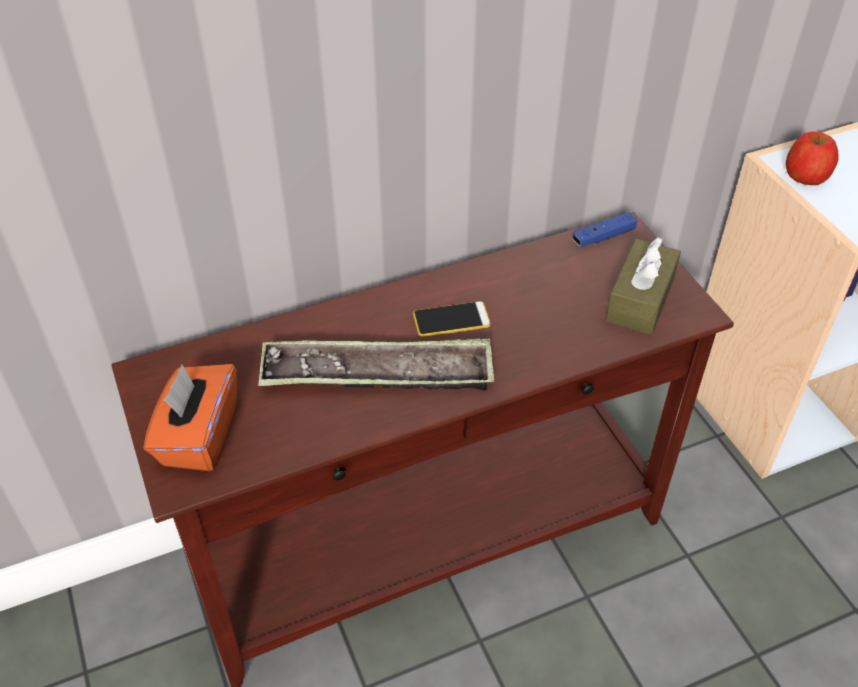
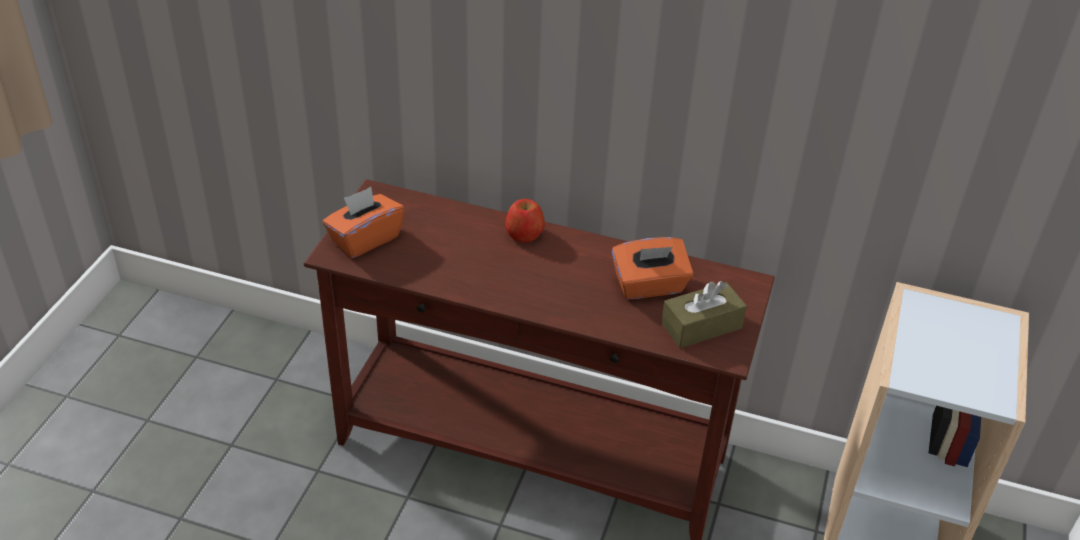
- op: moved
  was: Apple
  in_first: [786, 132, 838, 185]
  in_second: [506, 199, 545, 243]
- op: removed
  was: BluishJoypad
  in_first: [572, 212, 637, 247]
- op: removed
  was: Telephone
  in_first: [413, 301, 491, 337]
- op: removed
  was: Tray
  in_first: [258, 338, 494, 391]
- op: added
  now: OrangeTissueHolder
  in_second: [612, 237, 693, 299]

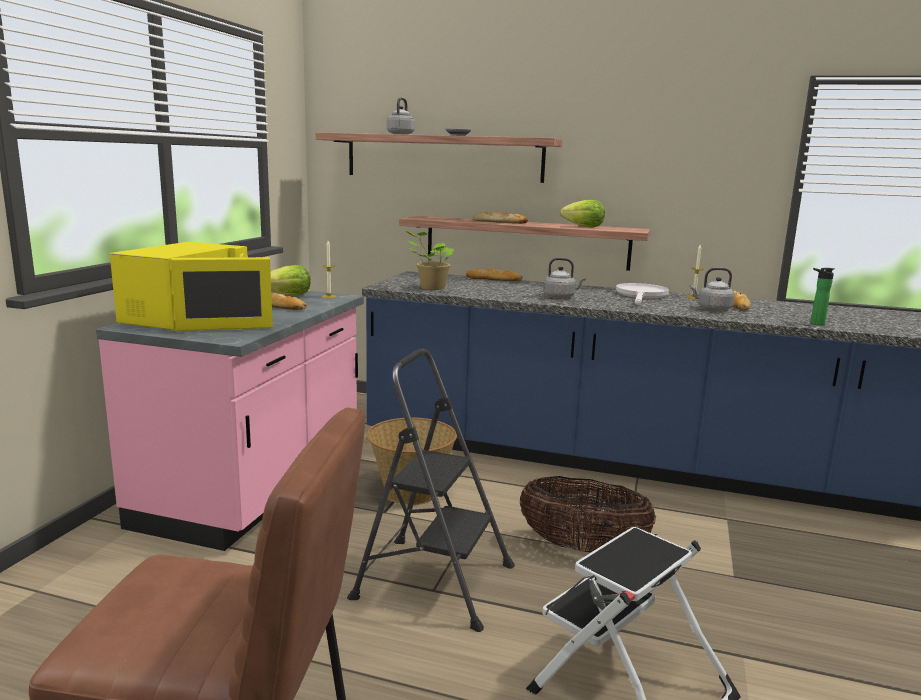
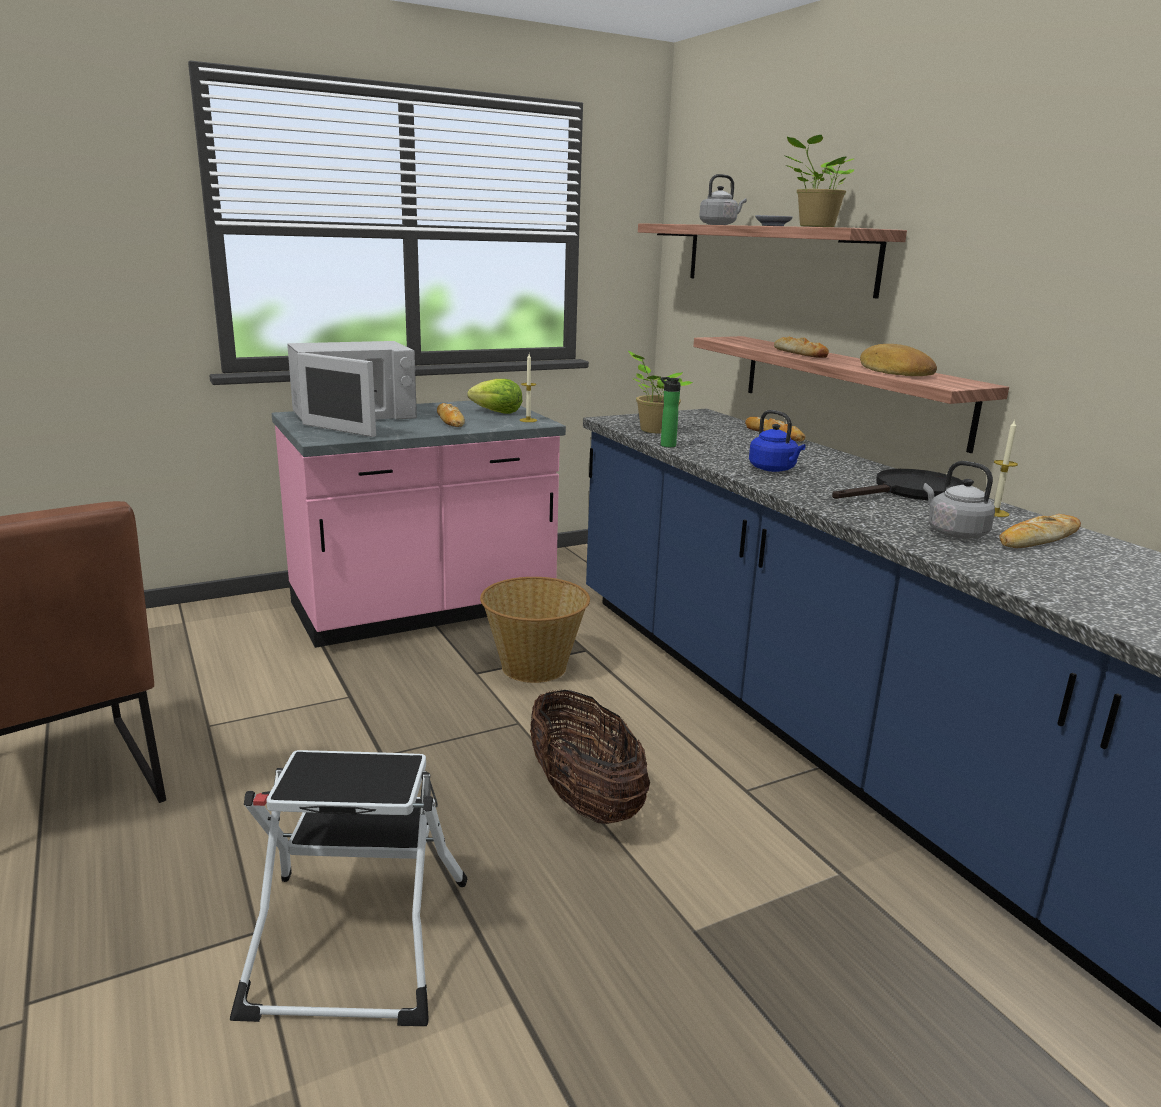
- op: replaced
  was: HeadOfLettuce
  now: BakedBread
  in_first: [560, 200, 605, 227]
  in_second: [860, 344, 937, 376]
- op: recoloured
  was: YellowMicrowaveOven
  now: WhiteMicrowaveOven
  in_first: [110, 242, 273, 331]
  in_second: [287, 341, 417, 437]
- op: recoloured
  was: GreyishKettle
  now: BluishKettle
  in_first: [543, 258, 586, 299]
  in_second: [749, 410, 805, 472]
- op: moved
  was: Bottle
  in_first: [810, 268, 835, 326]
  in_second: [660, 377, 681, 447]
- op: recoloured
  was: WhiteSkillet
  now: BlackishSkillet
  in_first: [616, 283, 669, 304]
  in_second: [832, 469, 964, 500]
- op: removed
  was: BlackishStepladder
  in_first: [347, 349, 515, 632]
- op: added
  now: PlantInAPot
  in_second: [783, 135, 855, 227]

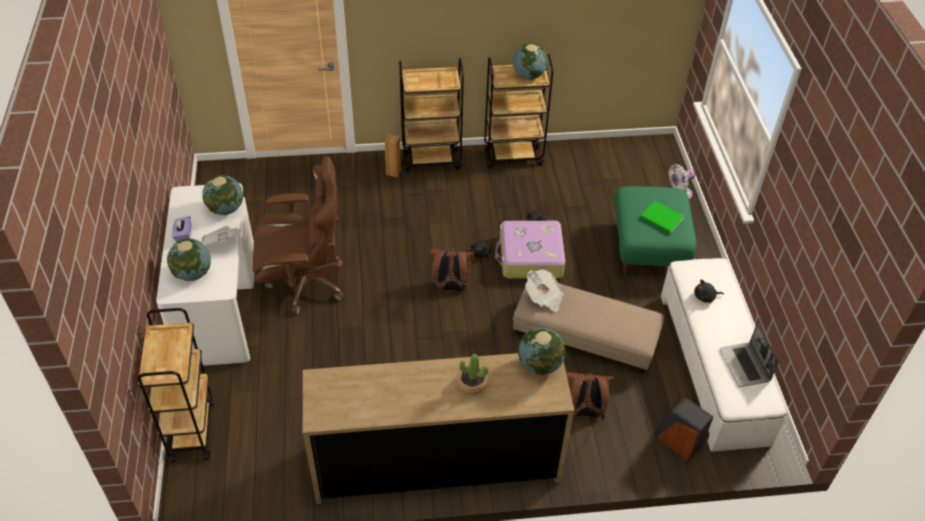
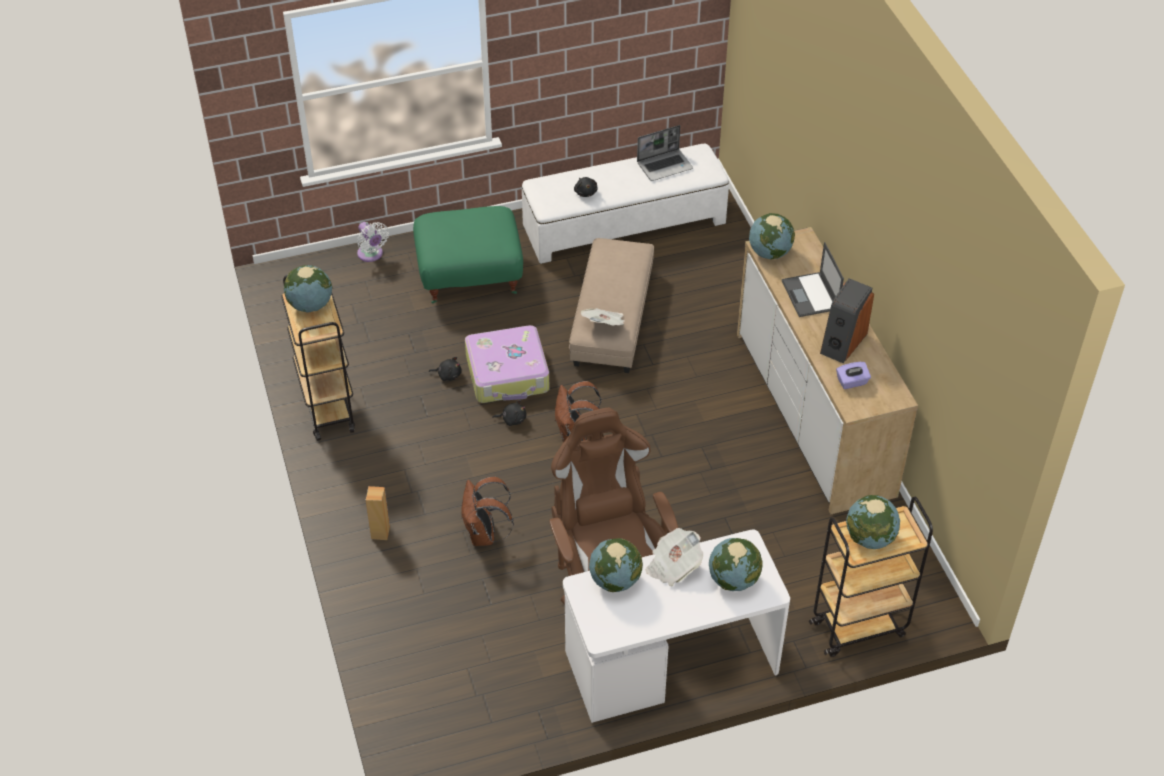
- op: removed
  was: BrownishTrolley
  in_first: [399, 58, 464, 173]
- op: removed
  was: GreenColouredBook
  in_first: [640, 201, 685, 233]
- op: moved
  was: PurpleColouredTissueHolder
  in_first: [172, 216, 191, 242]
  in_second: [836, 362, 871, 389]
- op: replaced
  was: PlantInAPot
  now: PortableComputer
  in_first: [457, 354, 488, 395]
  in_second: [782, 242, 844, 317]
- op: moved
  was: BrownishBackpack
  in_first: [566, 373, 614, 420]
  in_second: [461, 476, 514, 546]
- op: moved
  was: AudioSpeaker
  in_first: [653, 398, 713, 463]
  in_second: [820, 278, 874, 363]
- op: added
  now: DeskGlobe
  in_second: [846, 495, 900, 549]

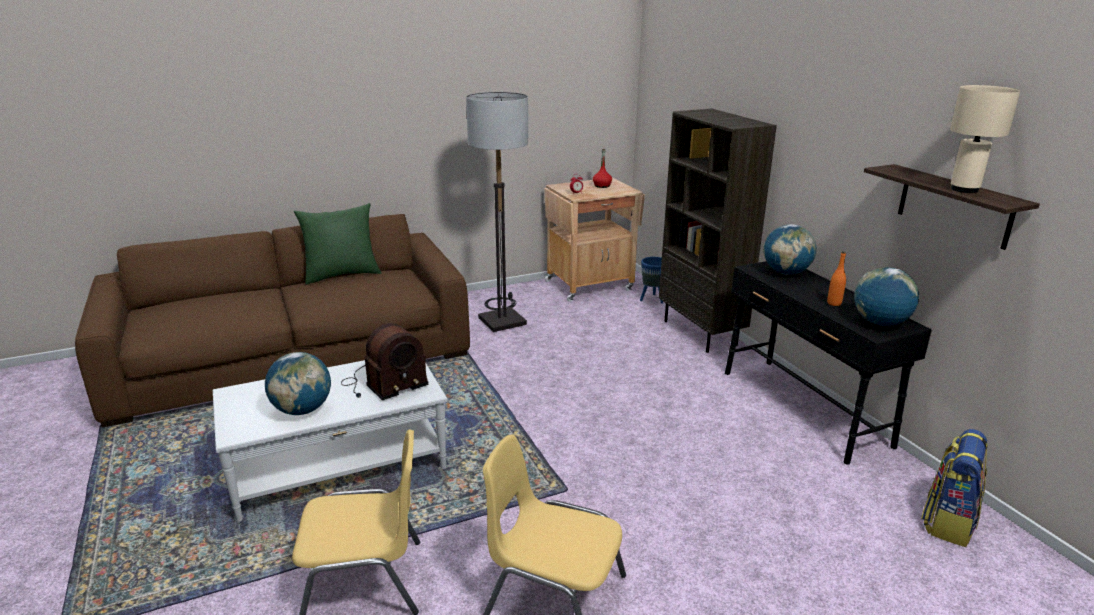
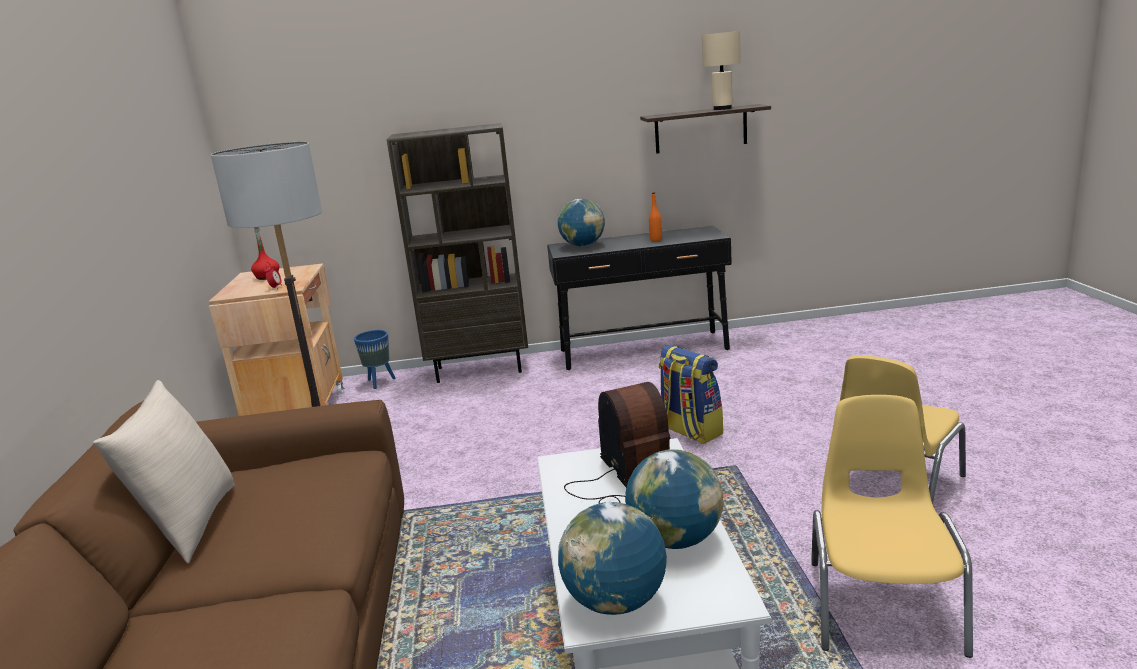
- op: recoloured
  was: GreenColouredThrowPillow
  now: SandColouredThrowPillow
  in_first: [294, 203, 382, 285]
  in_second: [93, 380, 235, 563]
- op: moved
  was: DeskGlobe
  in_first: [854, 267, 919, 326]
  in_second: [558, 502, 667, 615]
- op: moved
  was: Backpack
  in_first: [921, 429, 987, 547]
  in_second: [658, 345, 723, 444]

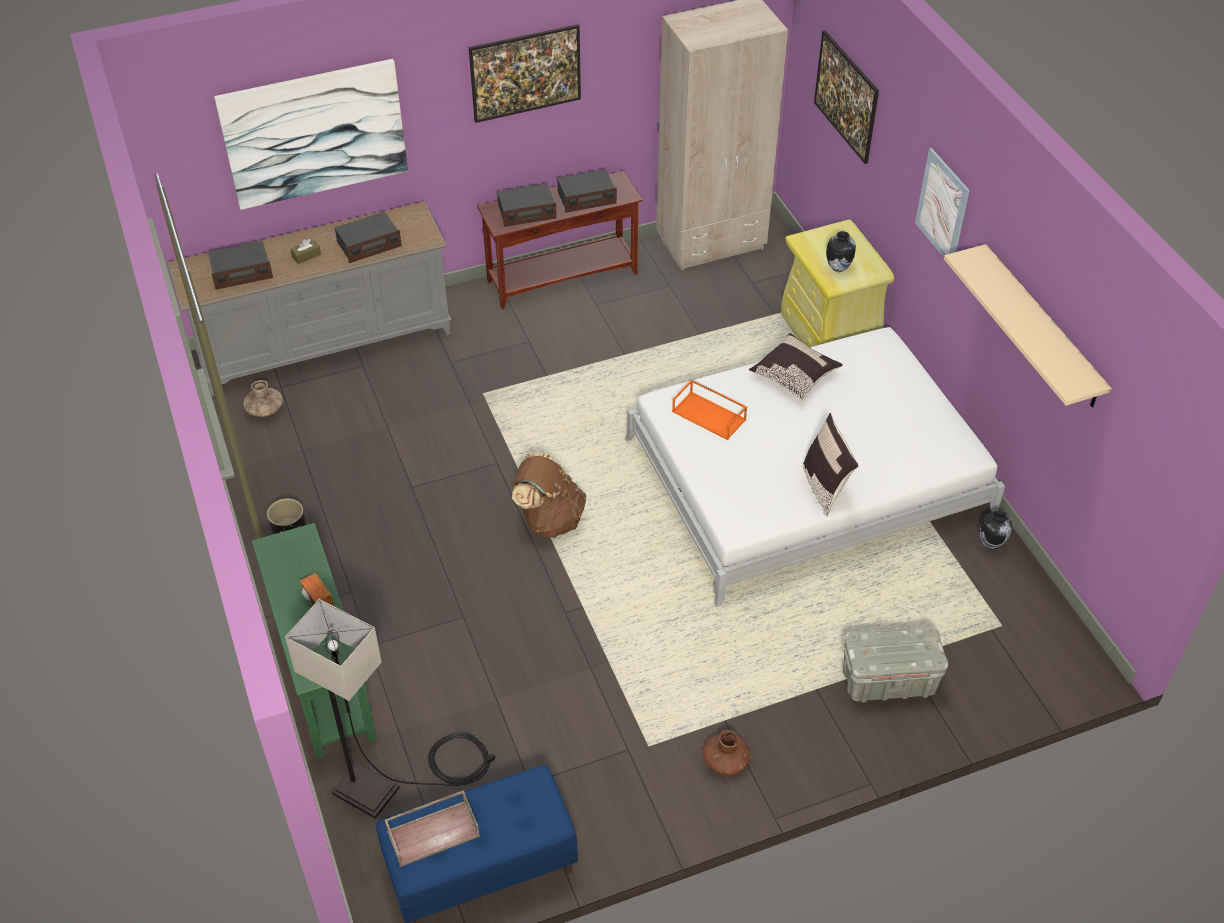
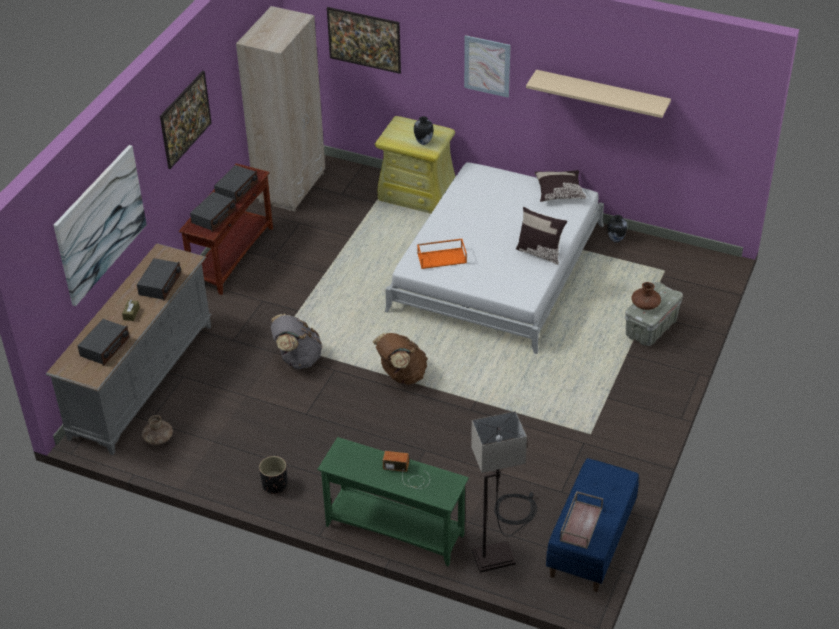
- op: moved
  was: ThrowPillow
  in_first: [749, 333, 843, 401]
  in_second: [534, 170, 587, 202]
- op: moved
  was: BrownishVase
  in_first: [703, 730, 750, 775]
  in_second: [631, 282, 661, 310]
- op: added
  now: GreyishBackpack
  in_second: [271, 314, 322, 369]

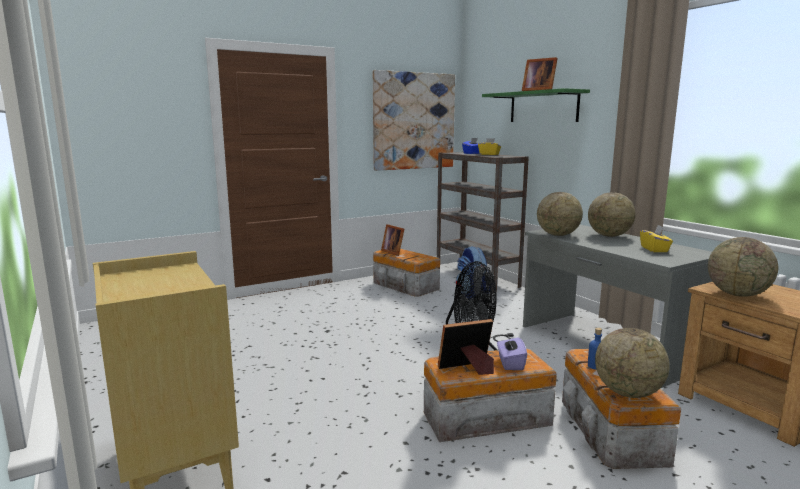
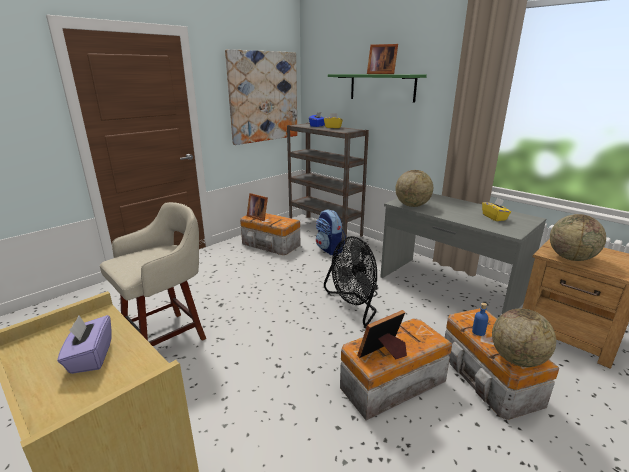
- op: removed
  was: DeskGlobe
  in_first: [588, 192, 636, 237]
- op: moved
  was: PurpleColouredTissueHolder
  in_first: [497, 333, 527, 370]
  in_second: [57, 315, 111, 374]
- op: added
  now: SandColouredStoolSeat
  in_second: [100, 202, 206, 346]

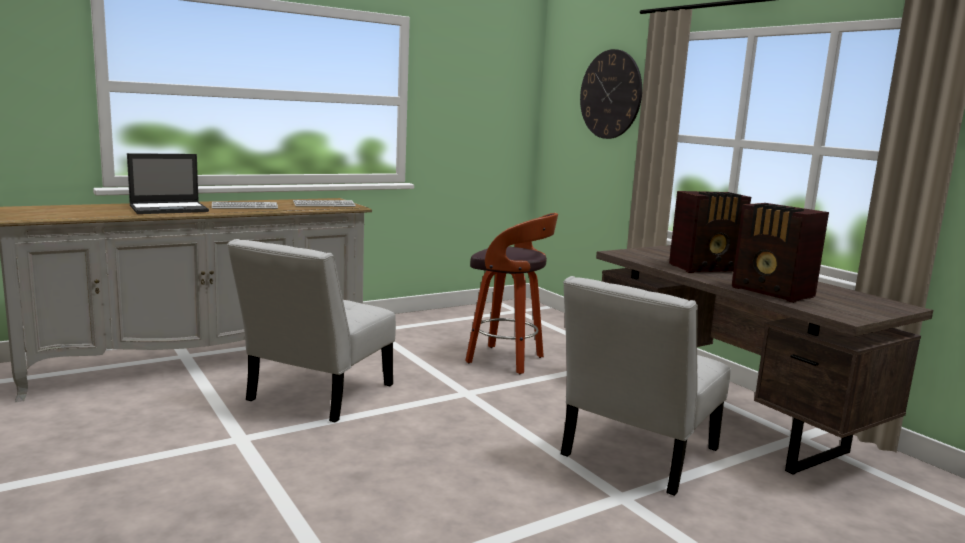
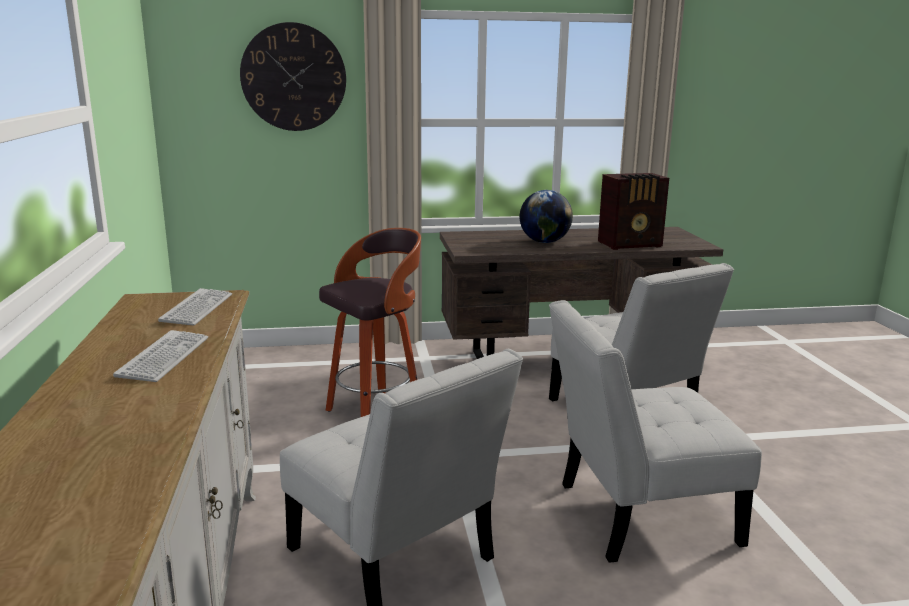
- op: removed
  was: PortableComputer
  in_first: [127, 153, 209, 214]
- op: replaced
  was: Radio
  now: DeskGlobe
  in_first: [669, 191, 751, 273]
  in_second: [520, 190, 573, 243]
- op: added
  now: WhitePlainChair
  in_second: [549, 300, 762, 563]

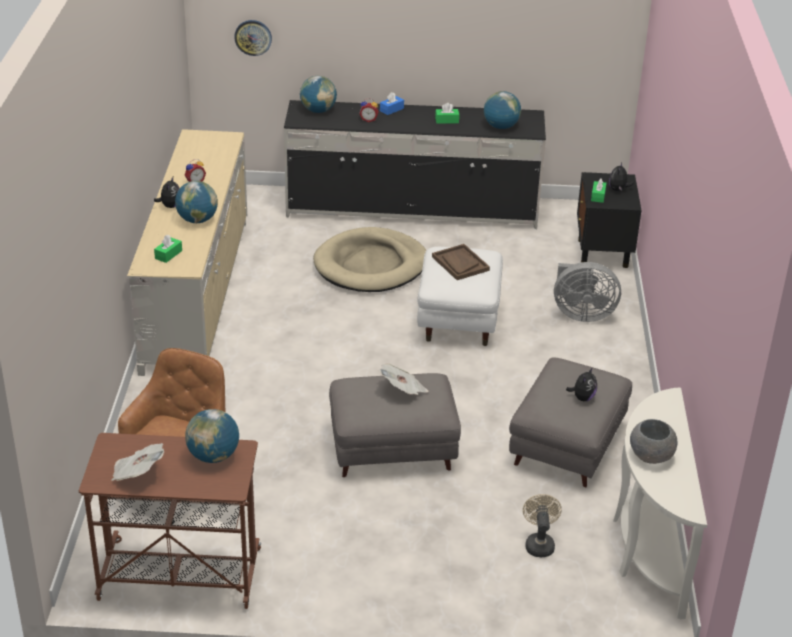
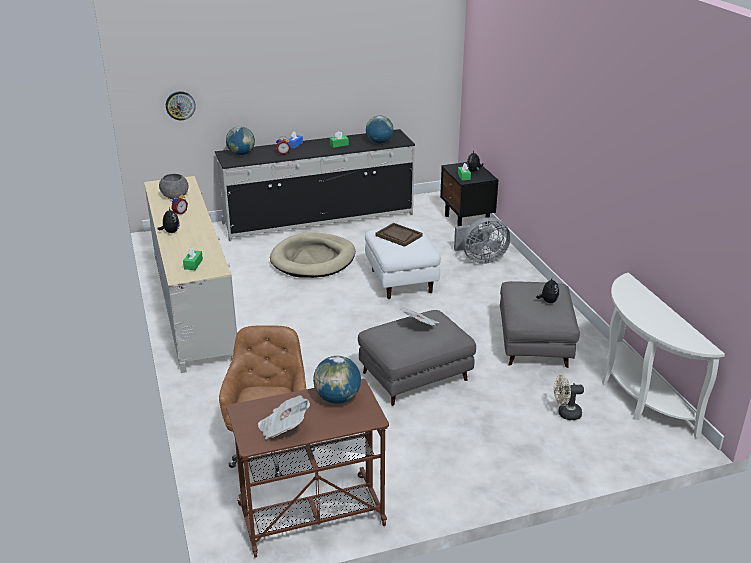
- op: removed
  was: DeskGlobe
  in_first: [175, 181, 218, 223]
- op: moved
  was: GreyishServingBowl
  in_first: [630, 419, 677, 464]
  in_second: [159, 174, 188, 199]
- op: turned
  was: SandColouredCoolingFan
  in_first: [523, 494, 562, 557]
  in_second: [554, 375, 584, 420]
  clockwise: -75

